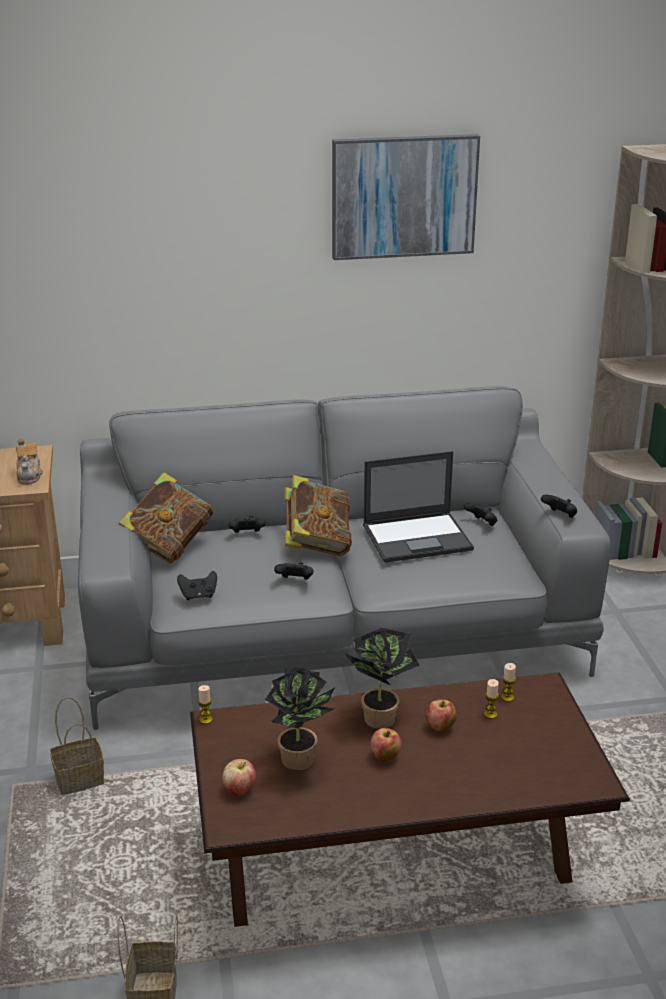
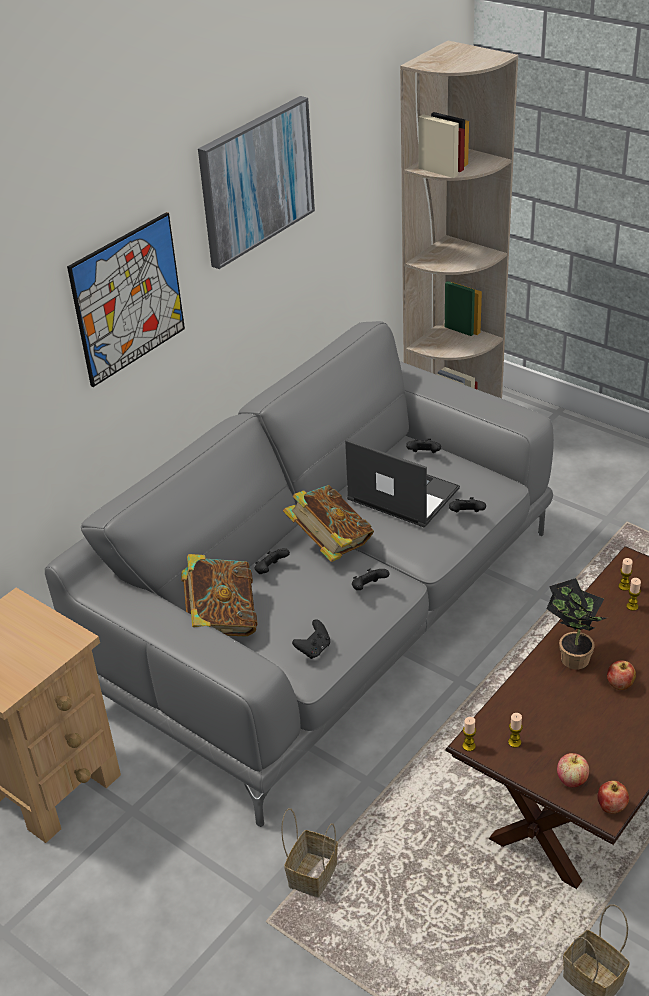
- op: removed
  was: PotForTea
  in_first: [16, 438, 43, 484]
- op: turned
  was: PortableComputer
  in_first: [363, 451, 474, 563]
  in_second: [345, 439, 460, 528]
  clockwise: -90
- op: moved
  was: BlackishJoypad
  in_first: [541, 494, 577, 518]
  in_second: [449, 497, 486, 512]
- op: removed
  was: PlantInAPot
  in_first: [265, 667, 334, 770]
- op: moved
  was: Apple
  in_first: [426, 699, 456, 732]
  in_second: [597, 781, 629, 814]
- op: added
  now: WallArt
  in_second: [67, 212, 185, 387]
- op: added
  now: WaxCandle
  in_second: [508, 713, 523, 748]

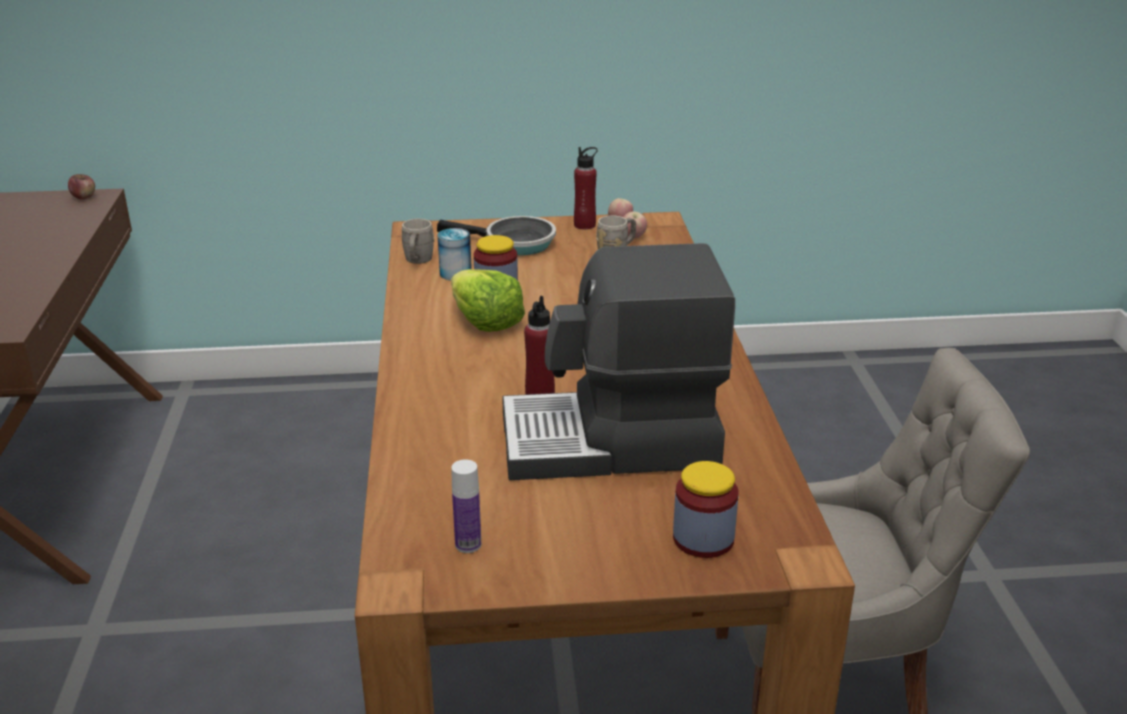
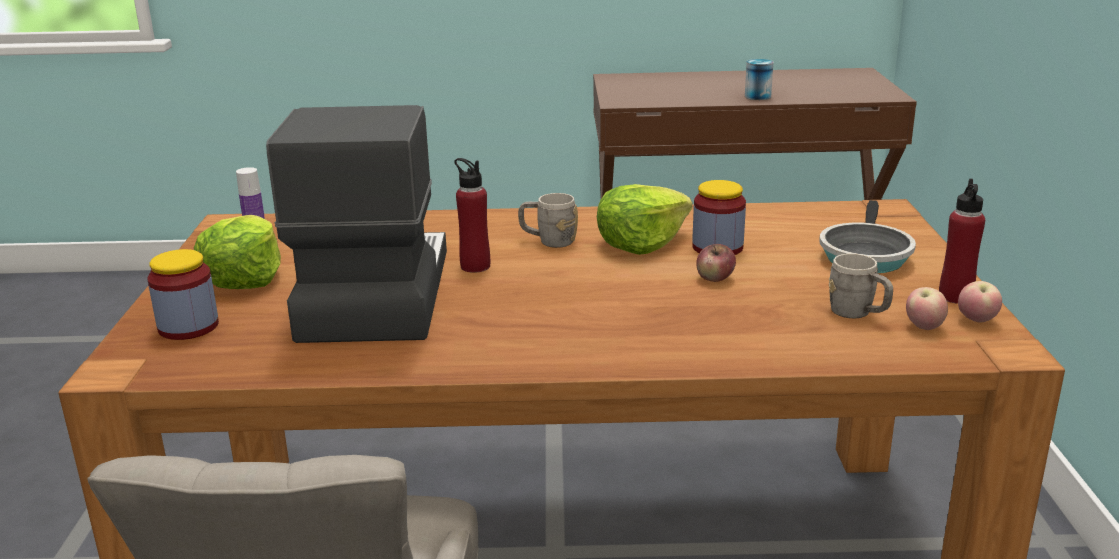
- op: moved
  was: Apple
  in_first: [68, 174, 95, 200]
  in_second: [696, 244, 736, 282]
- op: moved
  was: GreyishCoffeeMug
  in_first: [402, 219, 435, 264]
  in_second: [518, 193, 578, 248]
- op: moved
  was: MetalCan
  in_first: [437, 228, 472, 281]
  in_second: [745, 59, 773, 100]
- op: added
  now: HeadOfLettuce
  in_second: [194, 215, 281, 289]

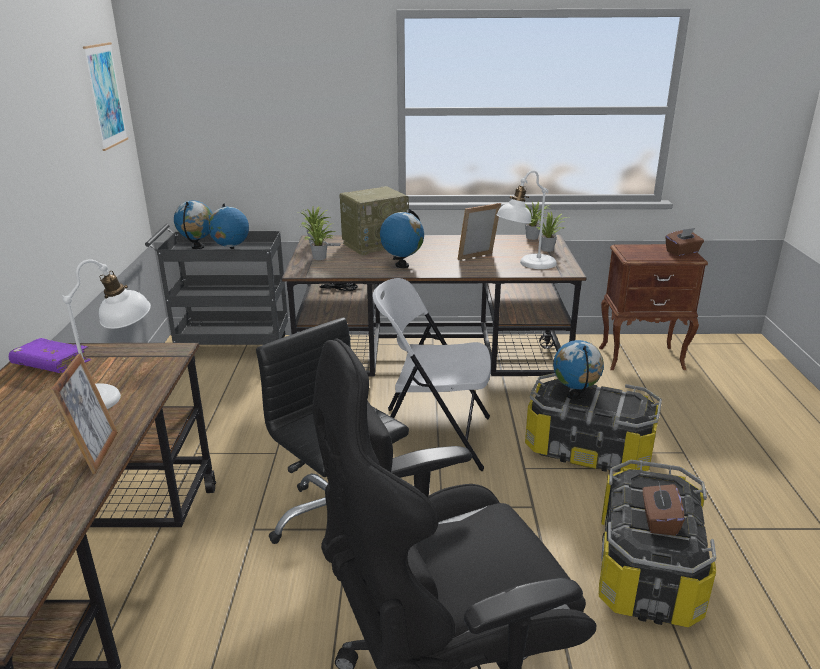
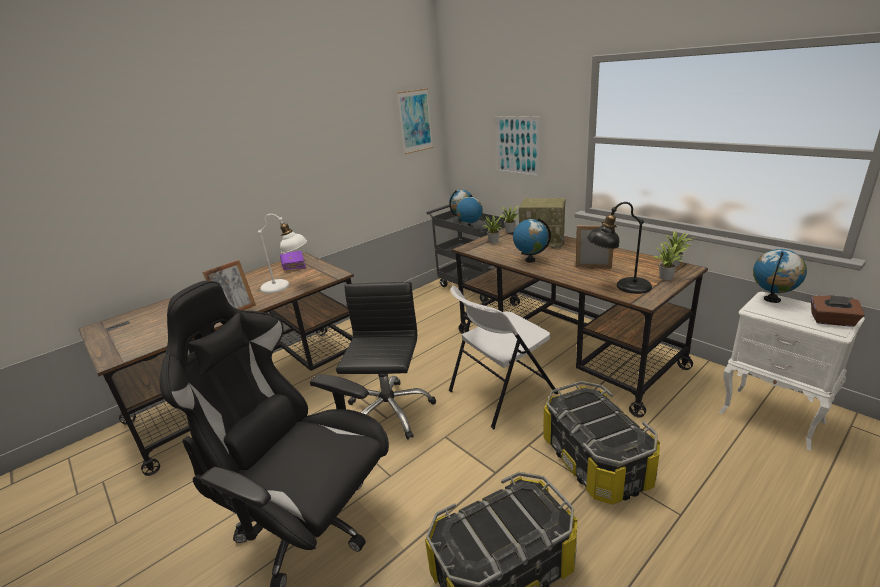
- op: recoloured
  was: WhiteTableLamp
  now: BlackishTableLamp
  in_first: [496, 170, 557, 269]
  in_second: [587, 202, 652, 294]
- op: recoloured
  was: BrownishNightstand
  now: WhiteNightstand
  in_first: [599, 244, 708, 370]
  in_second: [719, 292, 865, 451]
- op: turned
  was: WhitePlainChair
  in_first: [372, 278, 491, 471]
  in_second: [449, 286, 559, 429]
  clockwise: -90
- op: moved
  was: DeskGlobe
  in_first: [553, 340, 604, 400]
  in_second: [753, 249, 807, 303]
- op: removed
  was: BrownishTissueHolder
  in_first: [643, 483, 685, 535]
- op: added
  now: WallArt
  in_second: [495, 116, 540, 177]

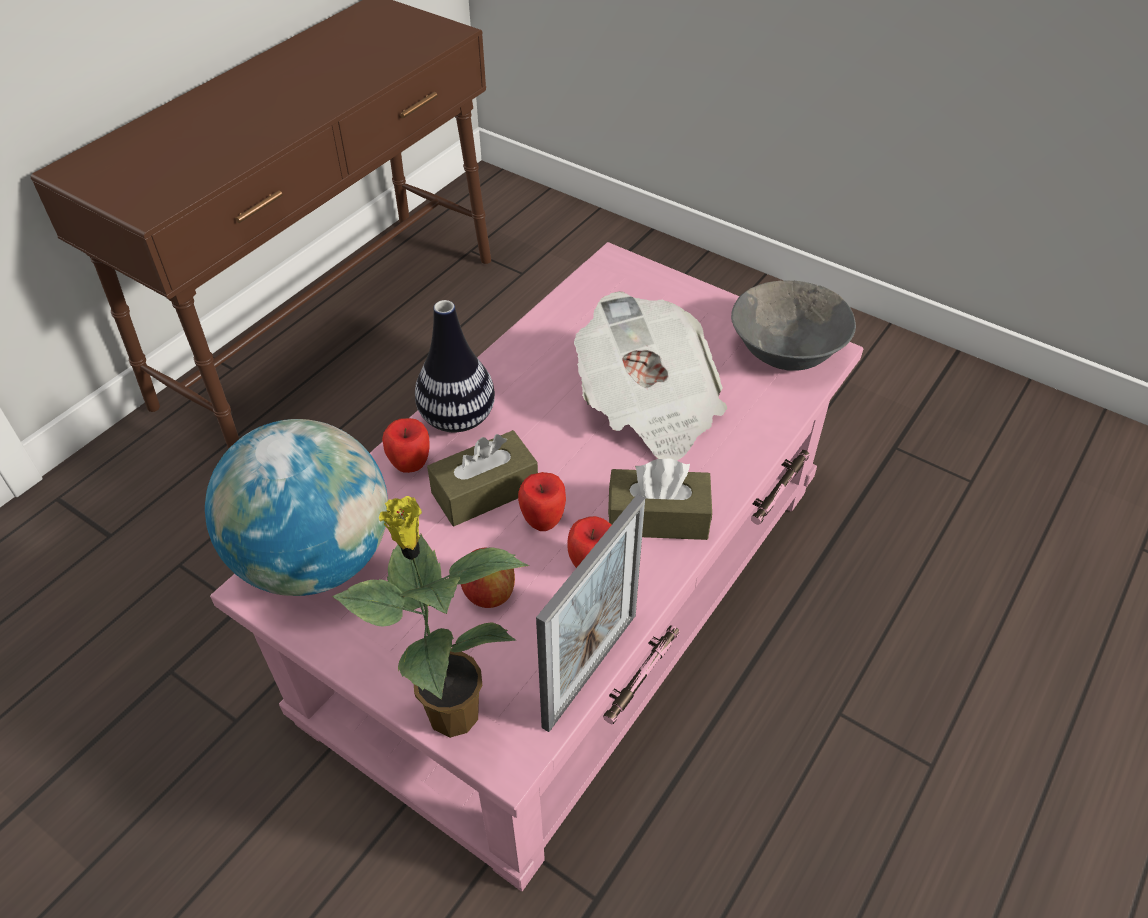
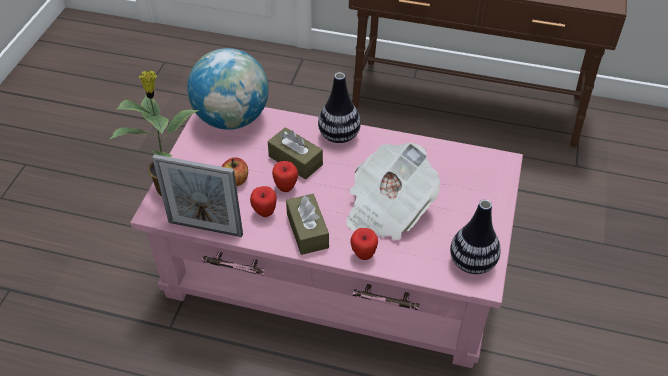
- op: replaced
  was: GreyishServingBowl
  now: Vase
  in_first: [731, 280, 856, 371]
  in_second: [450, 200, 501, 274]
- op: moved
  was: Apple
  in_first: [382, 418, 429, 473]
  in_second: [351, 228, 378, 260]

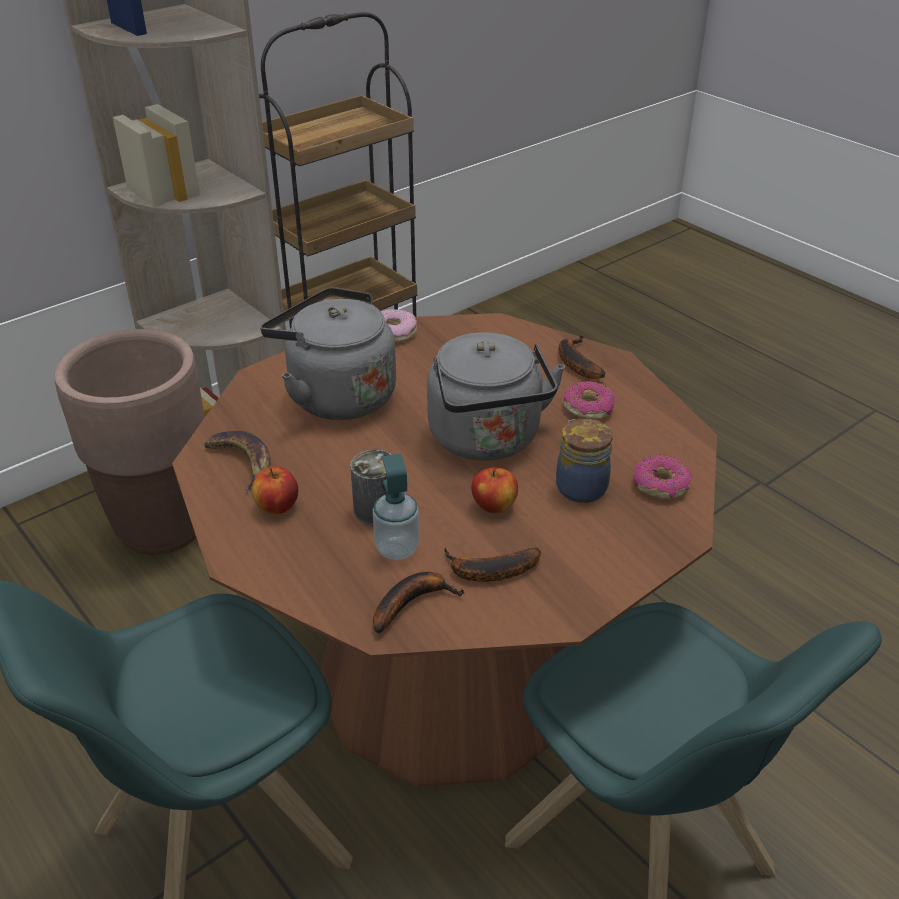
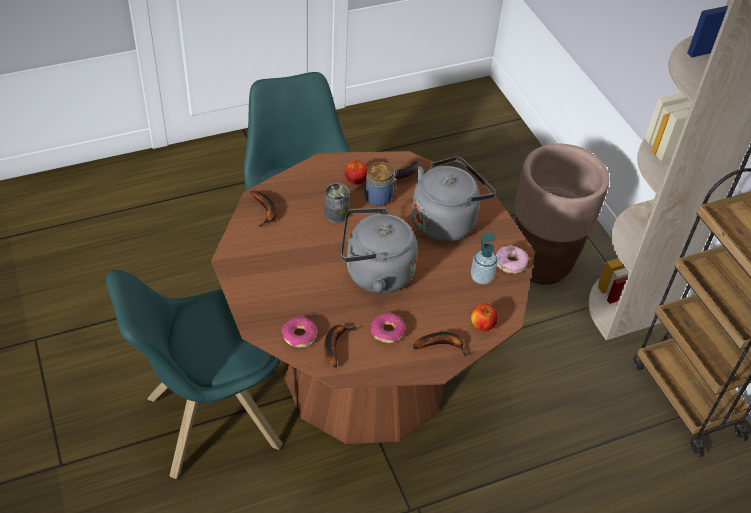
- op: moved
  was: Jar
  in_first: [556, 419, 613, 503]
  in_second: [365, 162, 397, 206]
- op: moved
  was: LiquidSoapBottle
  in_first: [373, 454, 420, 560]
  in_second: [471, 233, 498, 284]
- op: moved
  was: Apple
  in_first: [471, 467, 518, 513]
  in_second: [471, 303, 498, 332]
- op: moved
  was: WholeBanana
  in_first: [444, 547, 541, 582]
  in_second: [324, 325, 356, 368]

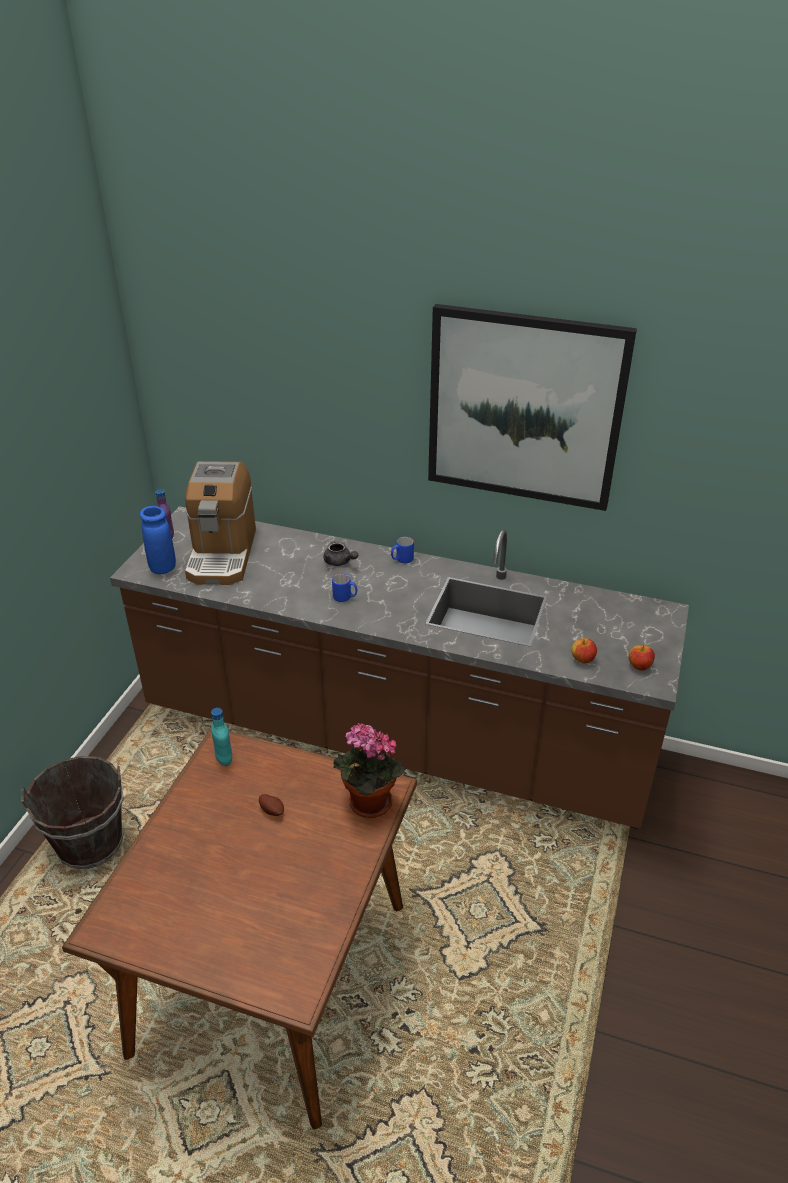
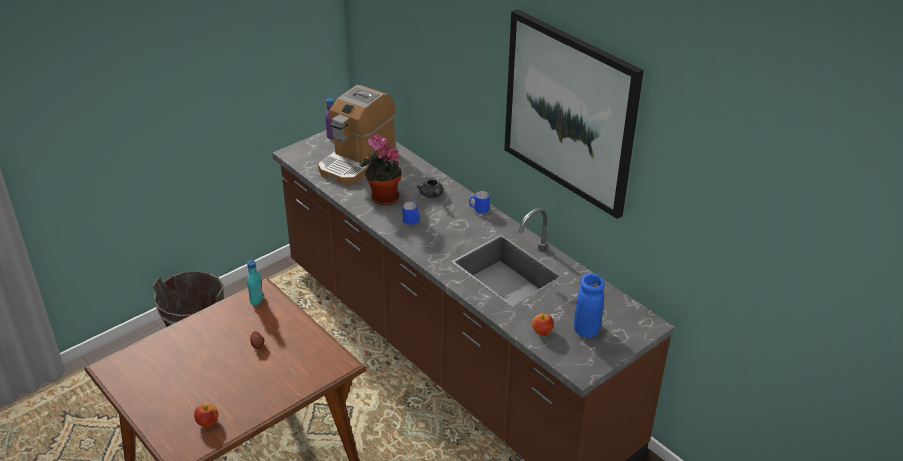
- op: moved
  was: BluishVase
  in_first: [140, 506, 176, 574]
  in_second: [574, 273, 605, 338]
- op: moved
  was: Apple
  in_first: [628, 645, 655, 670]
  in_second: [194, 404, 218, 427]
- op: moved
  was: PlantInAPot
  in_first: [333, 723, 406, 818]
  in_second: [359, 135, 402, 205]

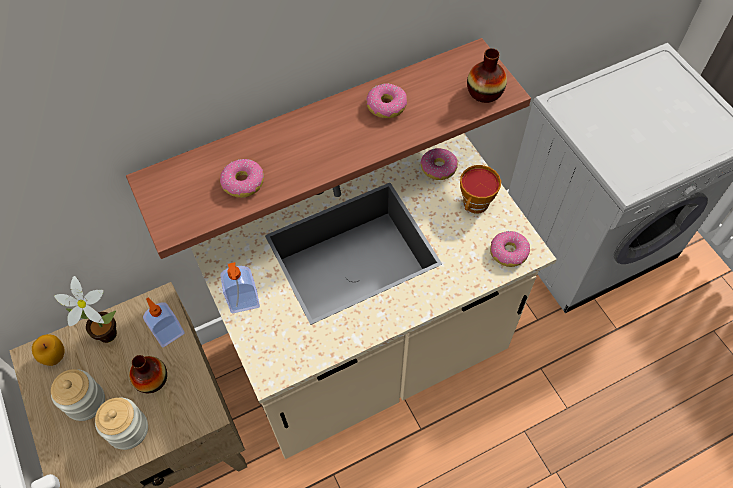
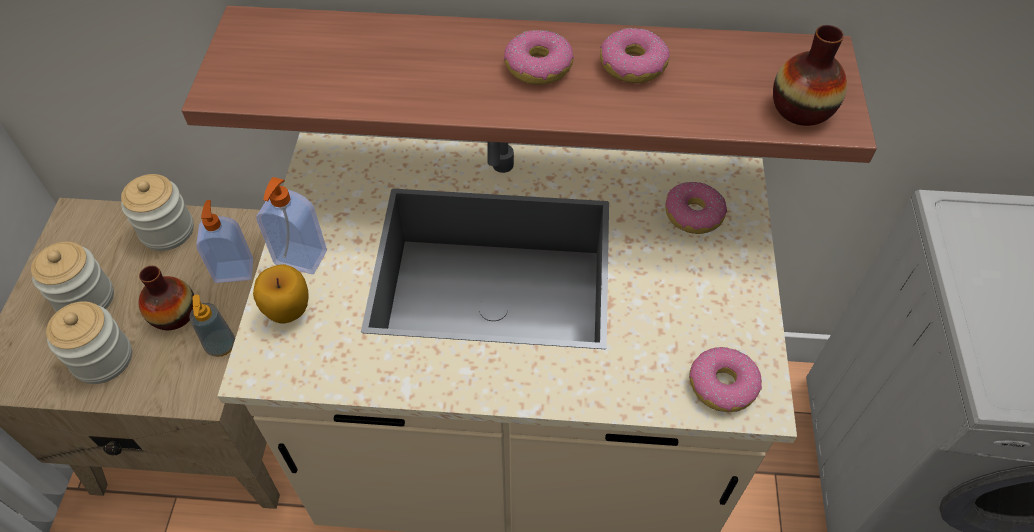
- op: moved
  was: Donut
  in_first: [220, 159, 264, 198]
  in_second: [504, 30, 574, 85]
- op: removed
  was: SmallCup
  in_first: [460, 165, 501, 214]
- op: replaced
  was: PlantInAPot
  now: Jar
  in_first: [54, 276, 117, 343]
  in_second: [121, 174, 194, 251]
- op: moved
  was: Apple
  in_first: [32, 334, 65, 366]
  in_second: [253, 264, 309, 324]
- op: added
  now: LiquidSoapBottle
  in_second: [189, 295, 235, 357]

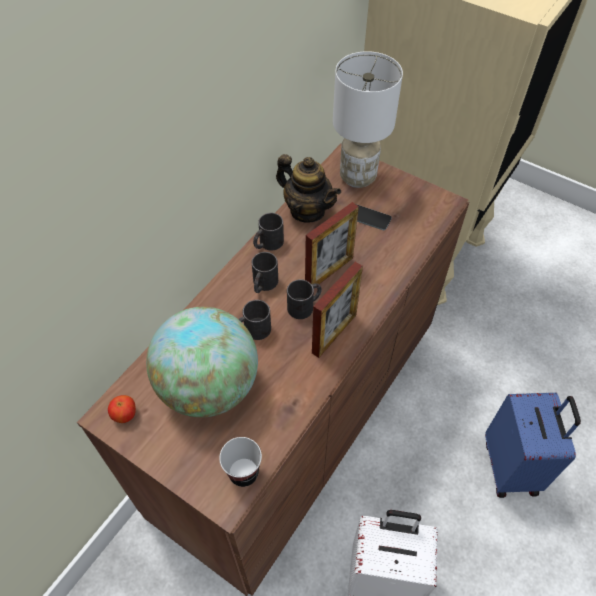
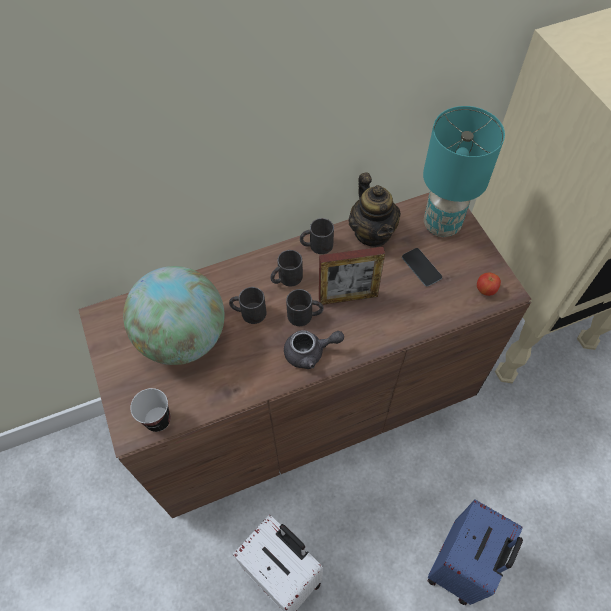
- op: recoloured
  was: WhiteTableLamp
  now: TurquoiseTableLamp
  in_first: [333, 51, 403, 188]
  in_second: [423, 106, 505, 237]
- op: replaced
  was: StandingFrame
  now: GreyishPotForTea
  in_first: [312, 262, 363, 358]
  in_second: [284, 330, 344, 369]
- op: moved
  was: Apple
  in_first: [108, 395, 136, 423]
  in_second: [477, 273, 501, 296]

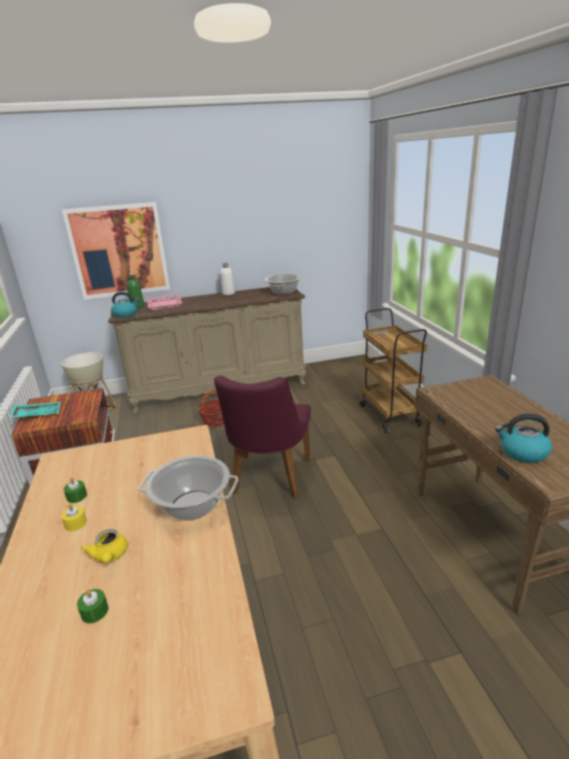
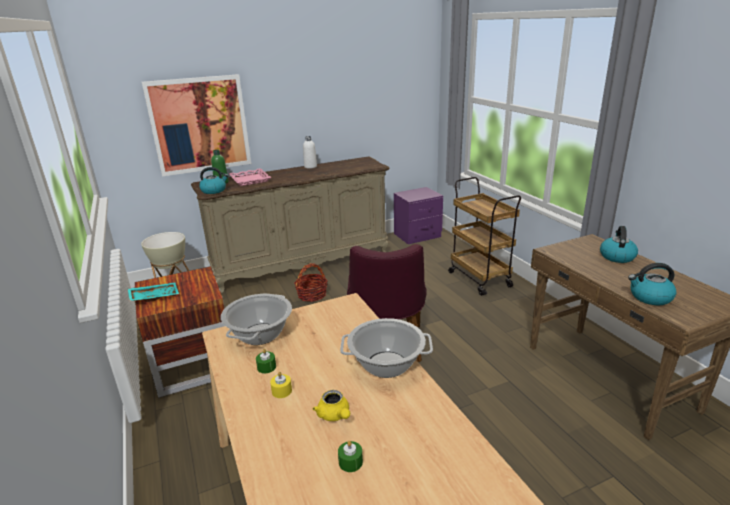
- op: moved
  was: CookingPot
  in_first: [265, 274, 301, 295]
  in_second: [221, 294, 292, 345]
- op: added
  now: PurpleColouredNightstand
  in_second: [394, 187, 443, 244]
- op: added
  now: Kettle
  in_second: [600, 226, 638, 263]

